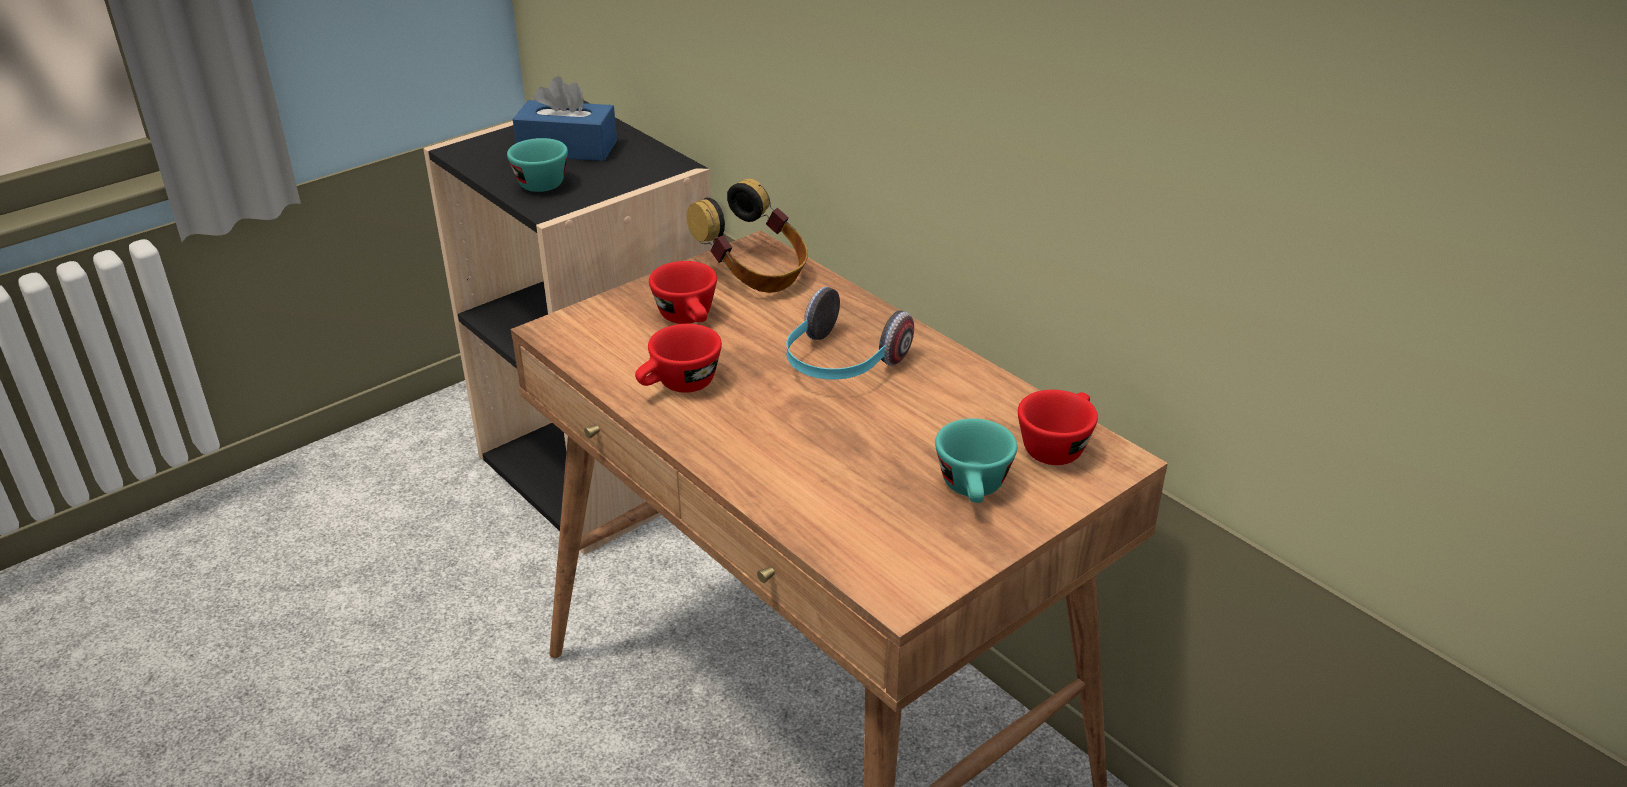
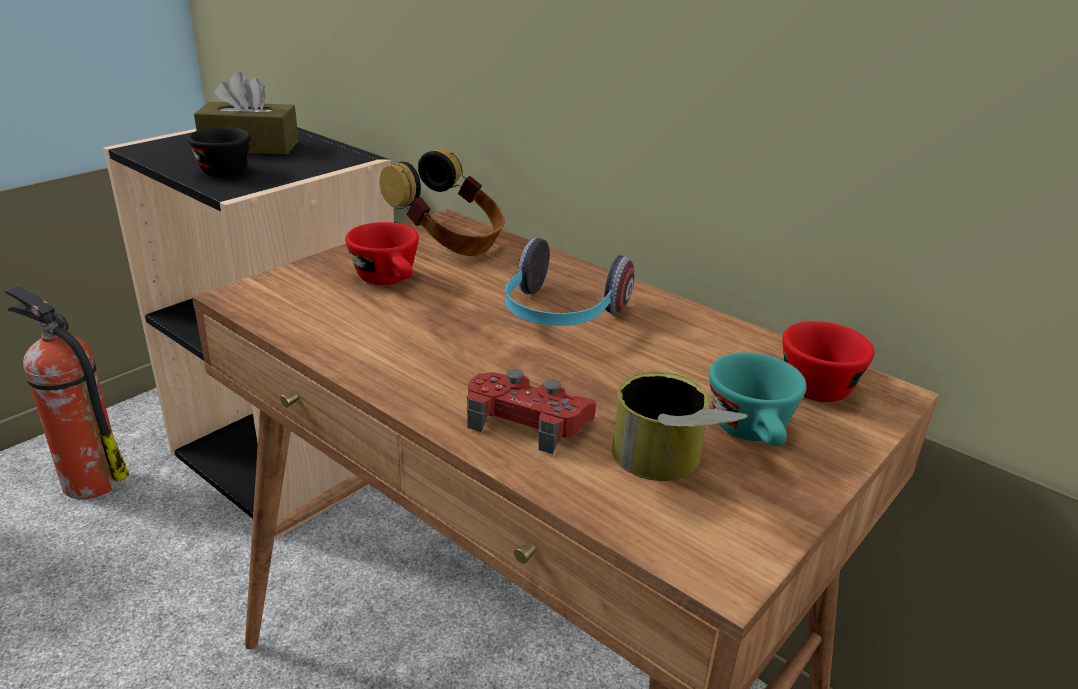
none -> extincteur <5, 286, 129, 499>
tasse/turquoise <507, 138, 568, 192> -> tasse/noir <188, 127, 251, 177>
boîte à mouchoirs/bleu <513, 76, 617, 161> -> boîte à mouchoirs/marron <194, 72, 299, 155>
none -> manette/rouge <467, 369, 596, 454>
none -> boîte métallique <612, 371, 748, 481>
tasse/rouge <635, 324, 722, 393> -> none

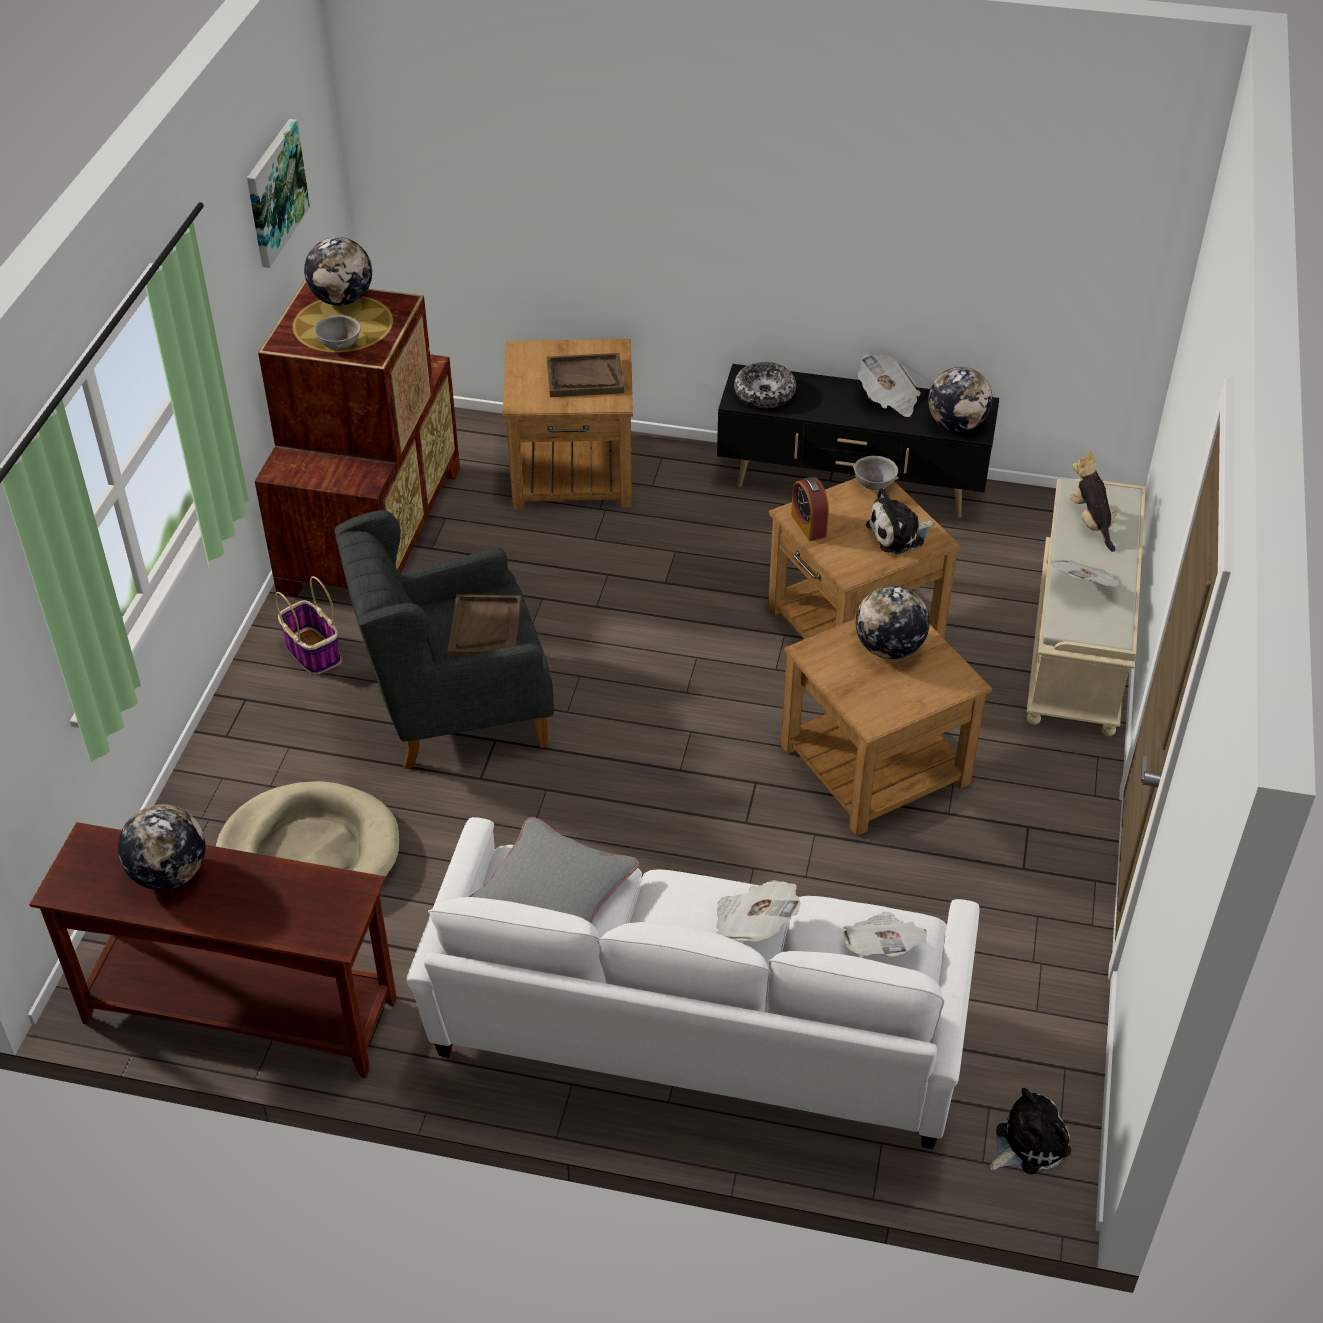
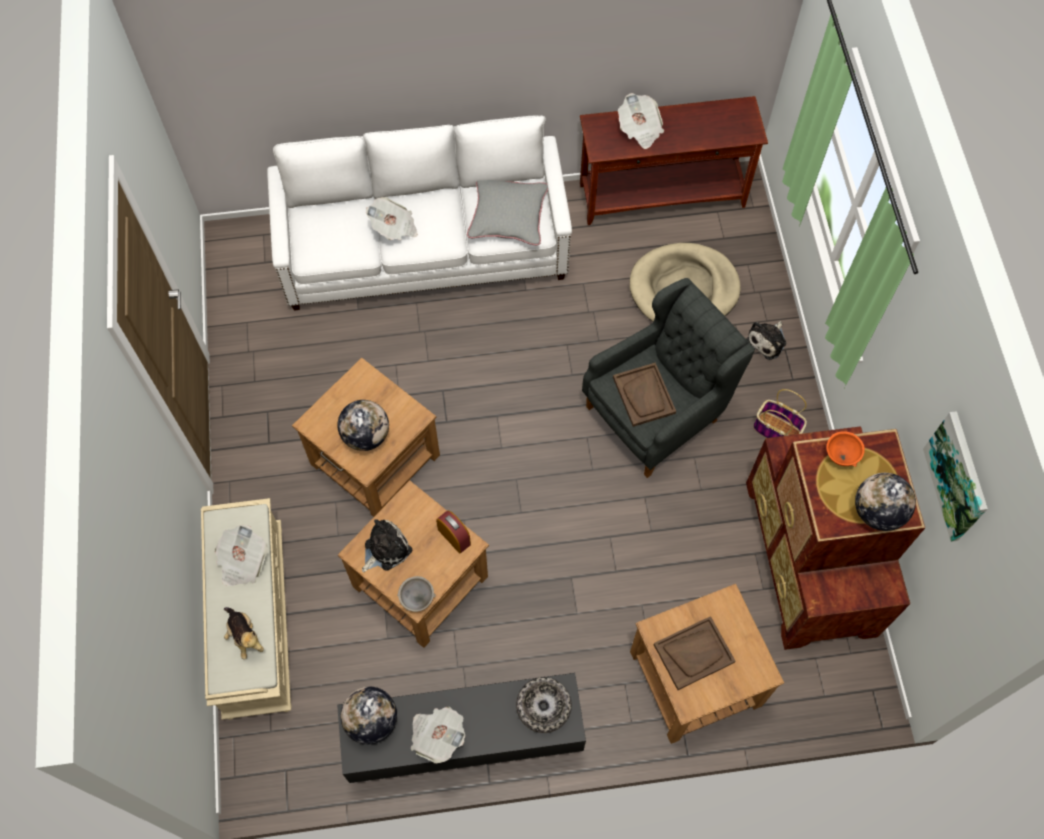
journal <843, 912, 927, 957> -> journal <618, 93, 664, 149>, move
peluche <990, 1088, 1071, 1174> -> peluche <746, 321, 786, 360>, move
bol/gris <314, 315, 361, 350> -> bol/orange <826, 431, 865, 467>
globe <118, 805, 206, 890> -> none

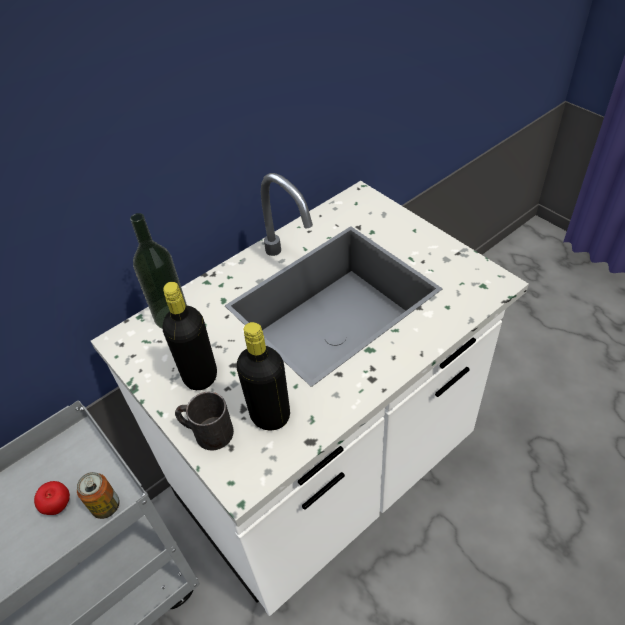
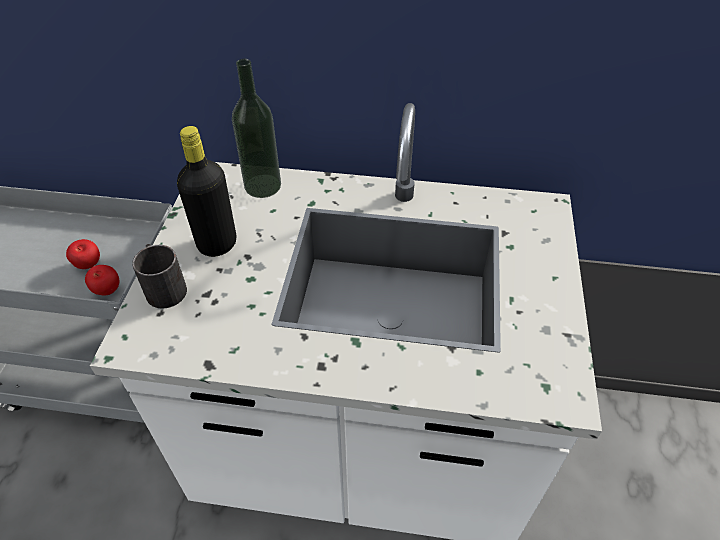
boîte métallique <77, 472, 120, 519> -> pomme <85, 265, 119, 296>
bouteille/noir <236, 322, 290, 430> -> none

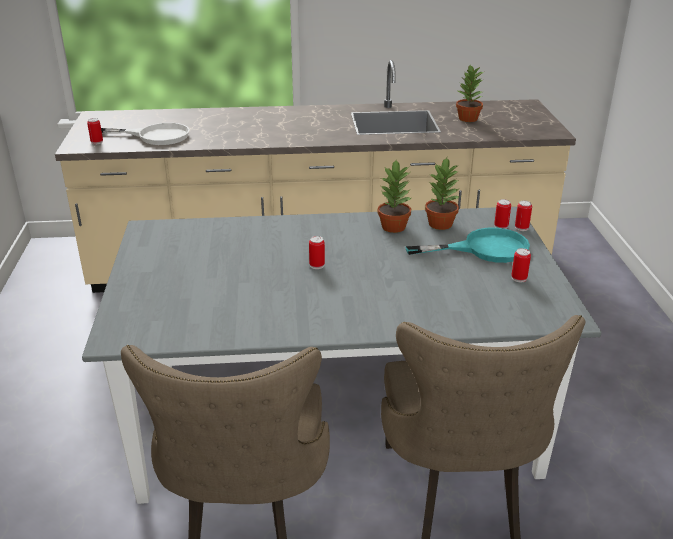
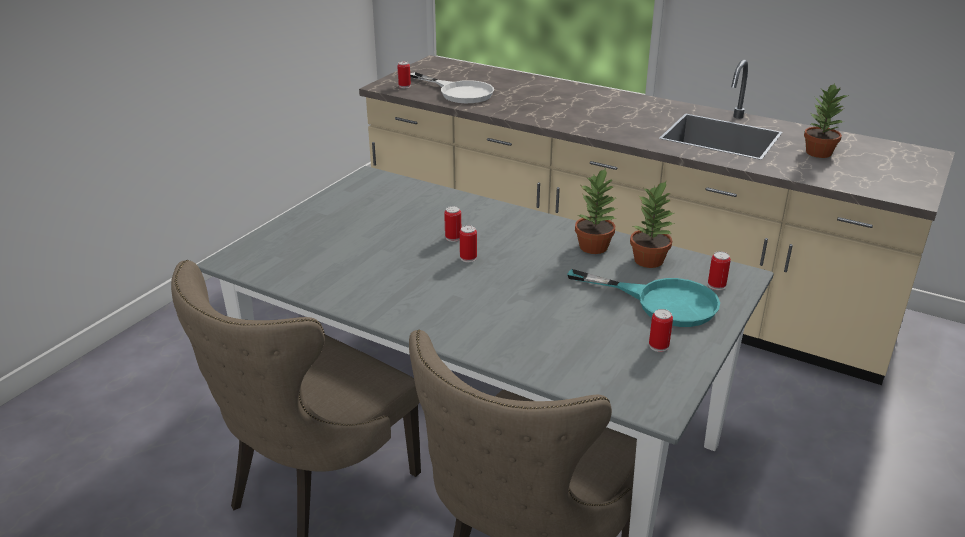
boîte métallique <515, 201, 532, 231> -> boîte métallique <444, 206, 461, 242>, move

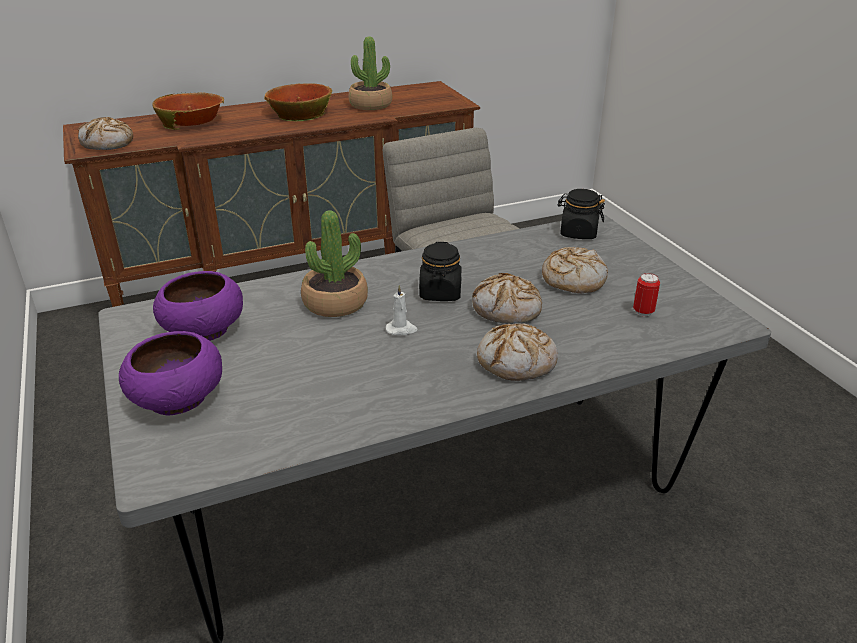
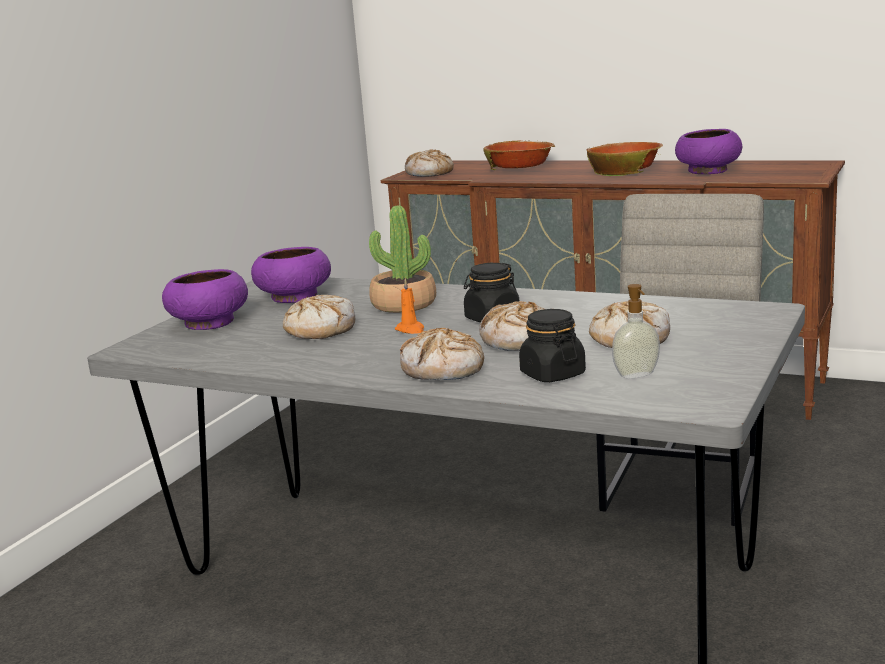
none -> pain <283, 295, 355, 339>
bougie/blanc <386, 285, 418, 335> -> bougie/orange <395, 278, 424, 334>
bocal/noir <558, 189, 605, 239> -> bocal/noir <519, 309, 586, 382>, move
boîte métallique <633, 273, 660, 317> -> distributeur de savon <612, 284, 660, 379>
plante en pot <349, 37, 392, 110> -> bol/violet <675, 129, 742, 174>

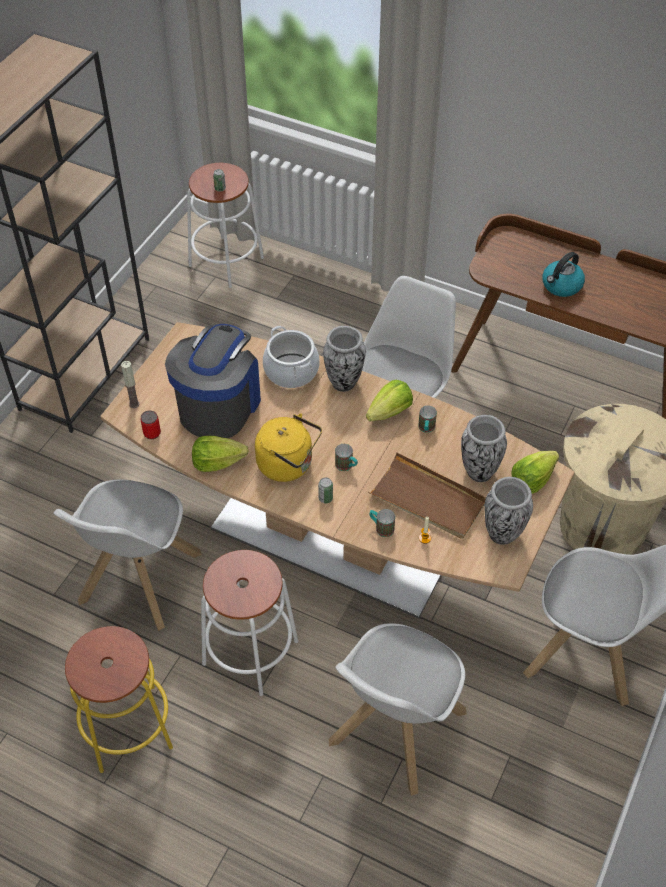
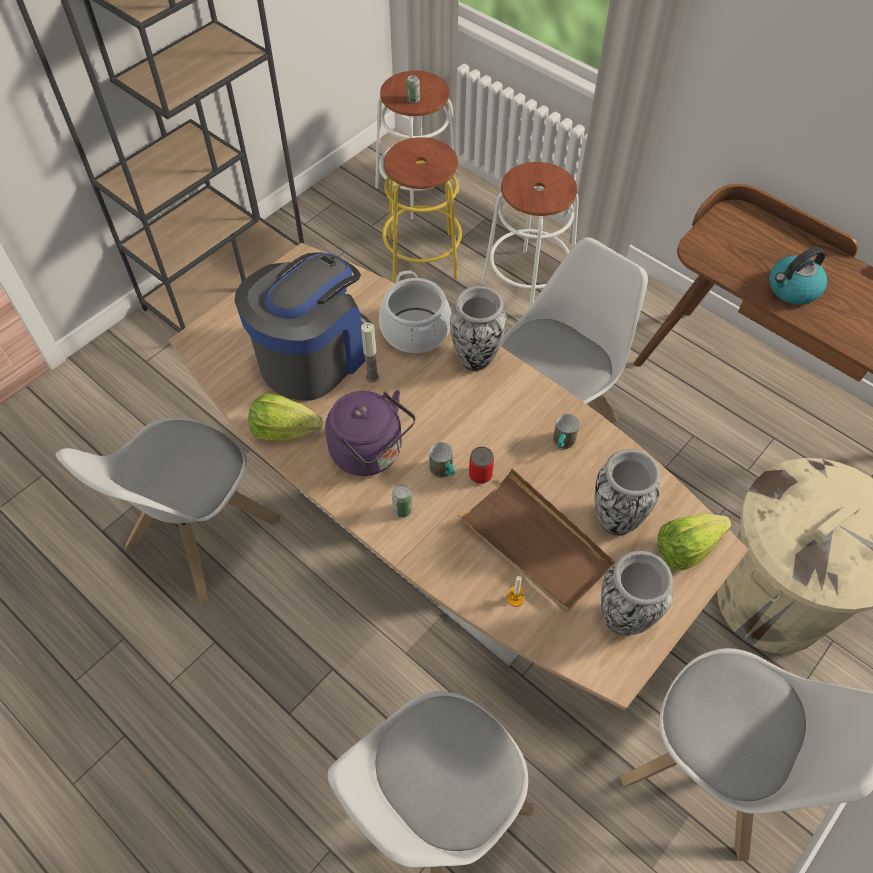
bouilloire/jaune <255, 413, 322, 482> -> bouilloire/violet <325, 390, 416, 476>
bougie <121, 361, 140, 408> -> bougie <361, 322, 379, 383>, move
tabouret/jaune <65, 626, 173, 773> -> tabouret/jaune <382, 137, 462, 283>, move
boîte métallique <141, 410, 161, 439> -> boîte métallique <469, 447, 494, 484>, move
tabouret/blanc <201, 550, 298, 696> -> tabouret/blanc <482, 162, 579, 308>, move
laitue <366, 380, 413, 421> -> none
mug <370, 509, 395, 537> -> none

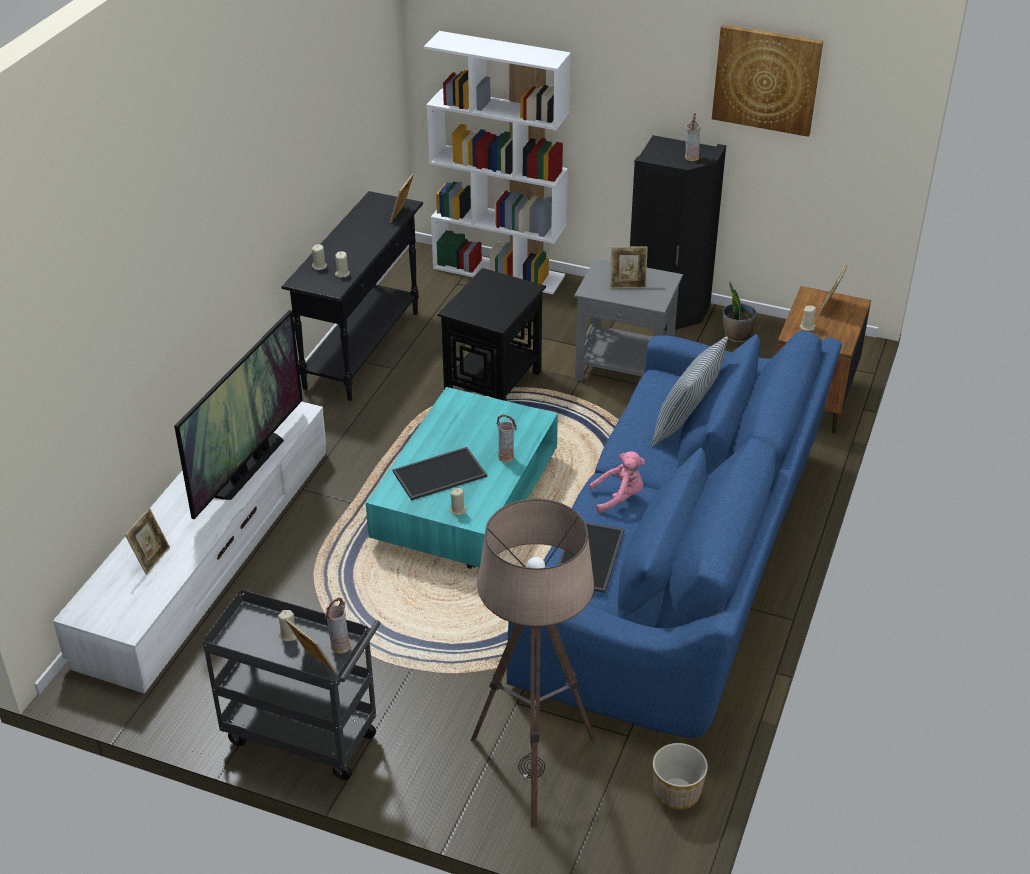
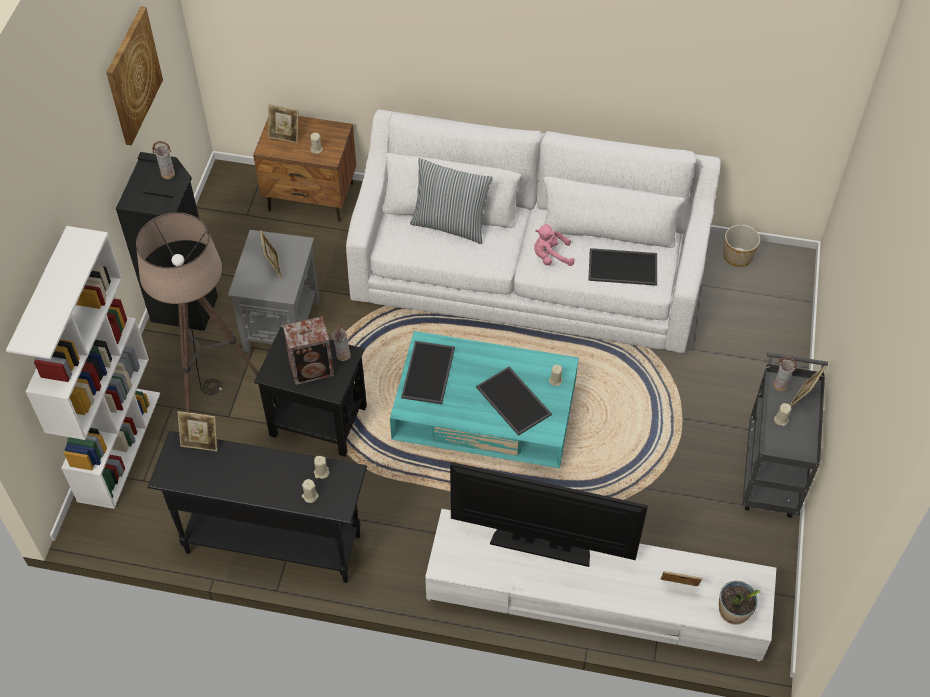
lampadaire <470, 499, 596, 828> -> lampadaire <136, 212, 259, 413>, move
none -> enceinte <283, 316, 334, 385>
vase <497, 414, 517, 463> -> vase <332, 324, 351, 361>, move
canapé/bleu <507, 330, 842, 738> -> canapé/blanc <346, 110, 721, 353>
none -> plateau <401, 341, 455, 404>
peluche/rose <589, 451, 645, 513> -> peluche/rose <534, 224, 574, 266>, 75 degrees counterclockwise
plante en pot <723, 282, 757, 343> -> plante en pot <719, 581, 761, 625>, move

